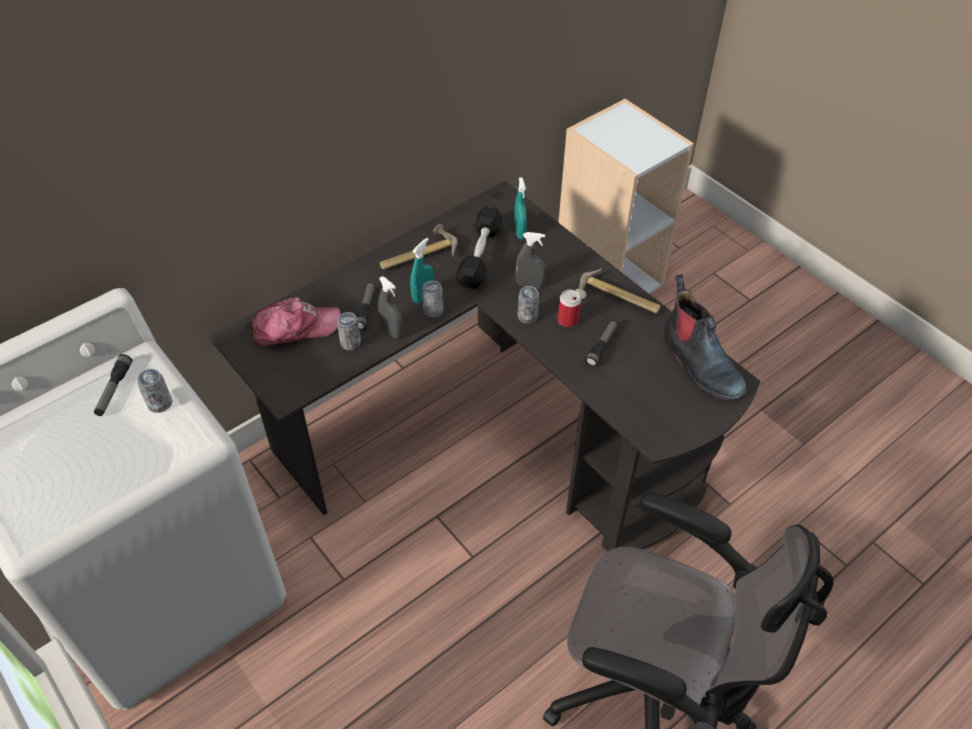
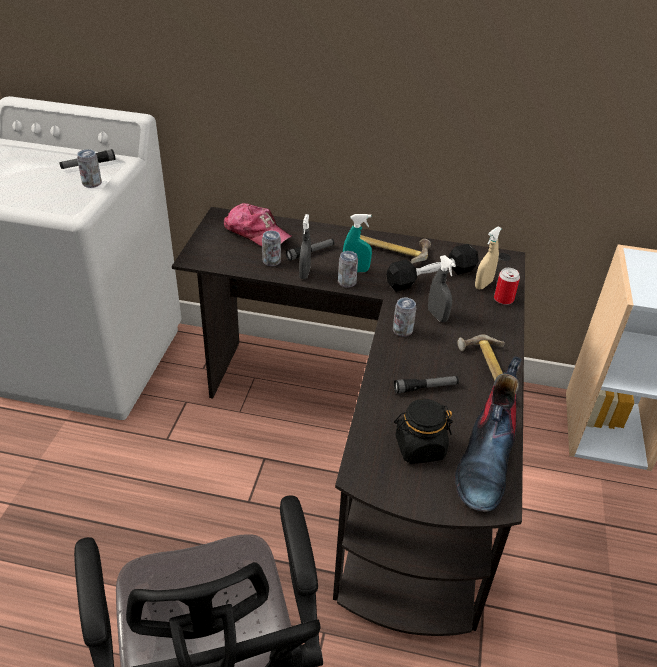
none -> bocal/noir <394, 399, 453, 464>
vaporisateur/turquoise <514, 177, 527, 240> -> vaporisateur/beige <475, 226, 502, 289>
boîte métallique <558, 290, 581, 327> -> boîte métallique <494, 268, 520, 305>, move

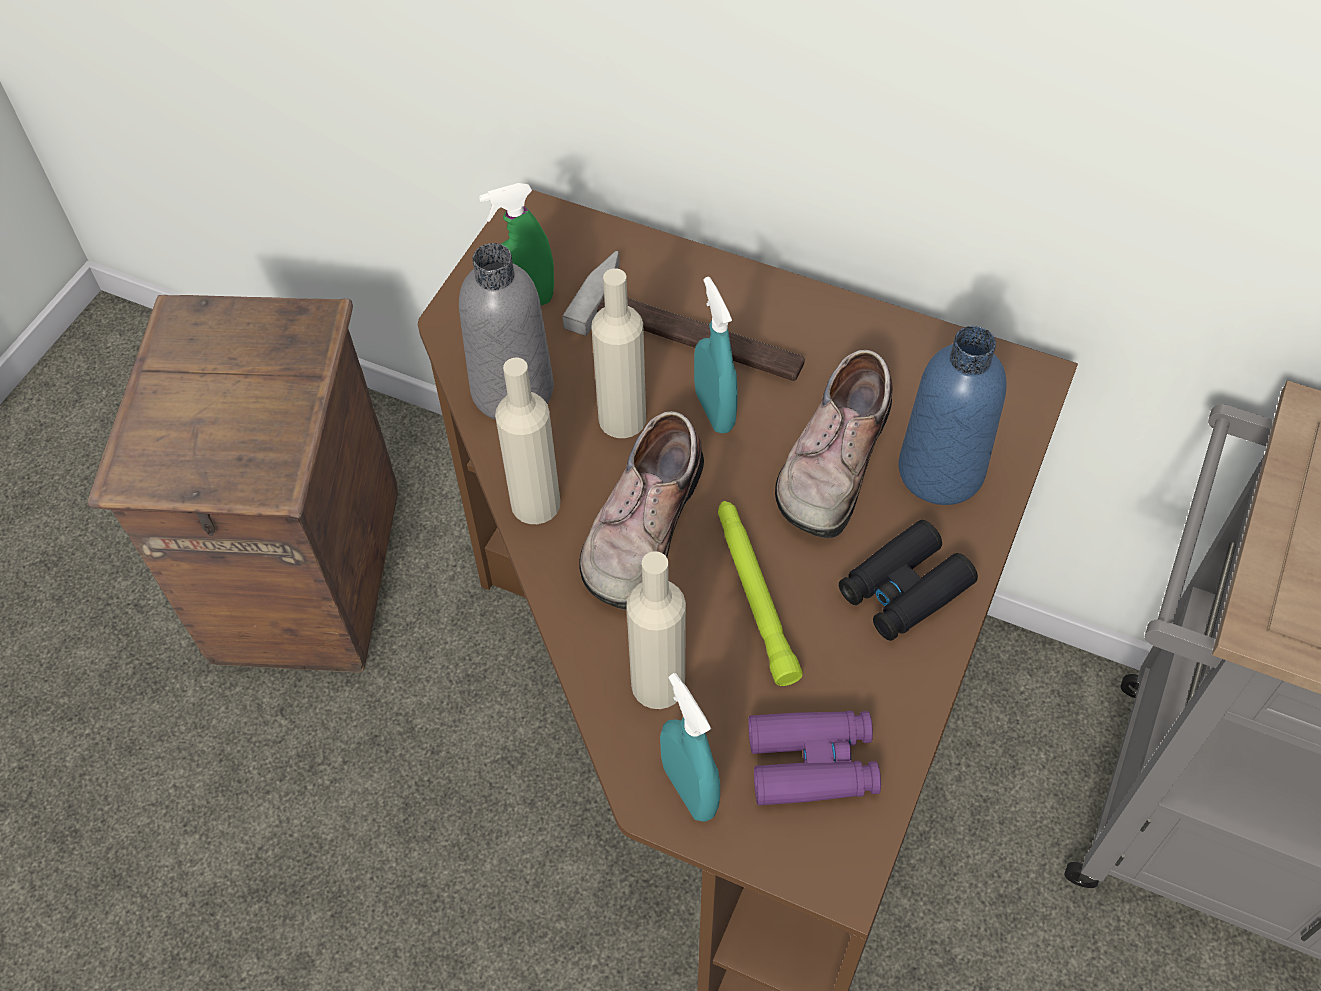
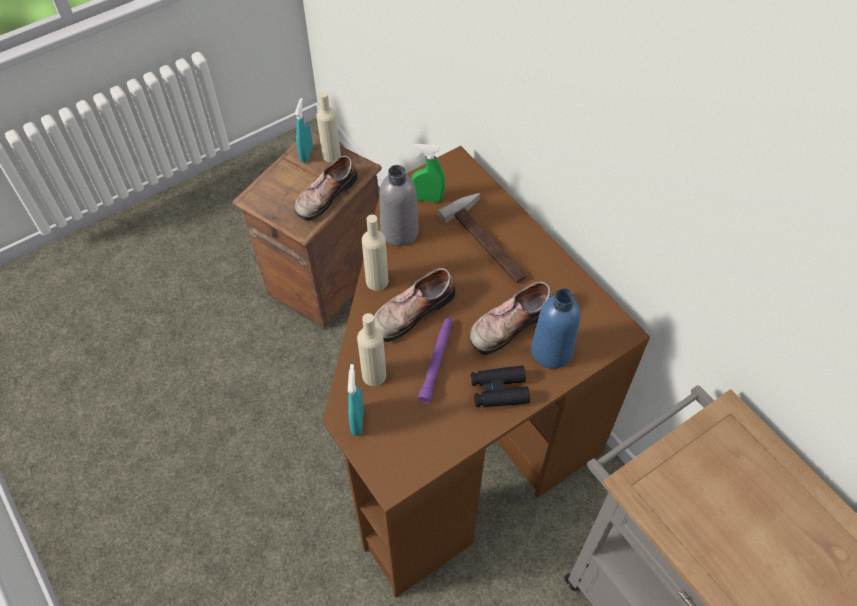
none -> chaussure <294, 156, 358, 221>
vaporisateur/turquoise <694, 277, 738, 433> -> vaporisateur/turquoise <295, 98, 313, 162>, move
bouteille/beige <591, 268, 646, 438> -> bouteille/beige <316, 92, 341, 162>, move
lampe de poche/vert <718, 501, 803, 686> -> lampe de poche/violet <418, 317, 452, 403>
jumelles/violet <748, 711, 881, 805> -> none

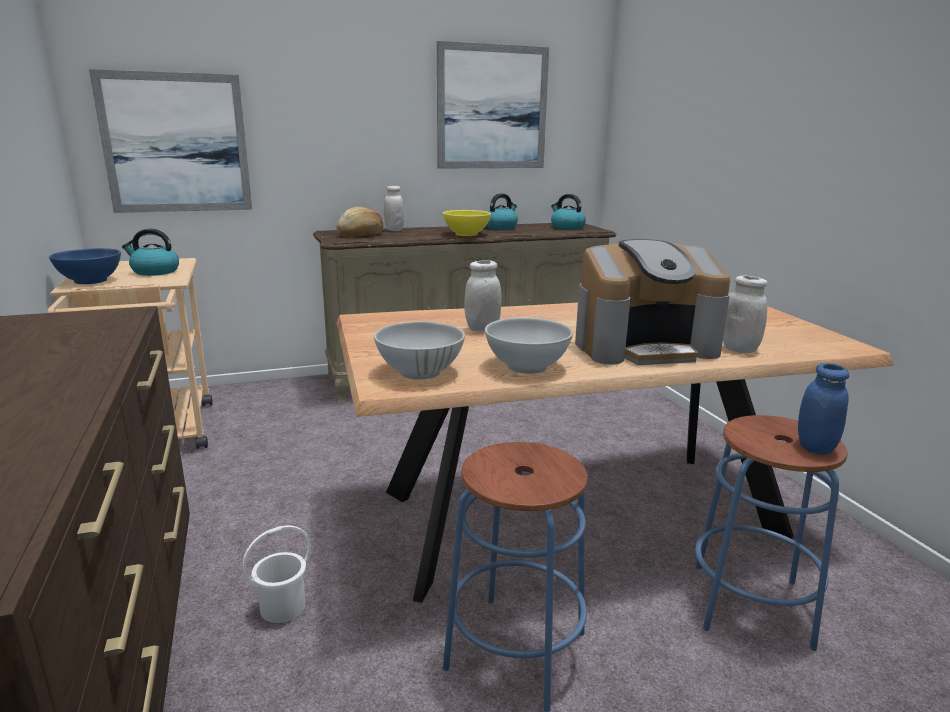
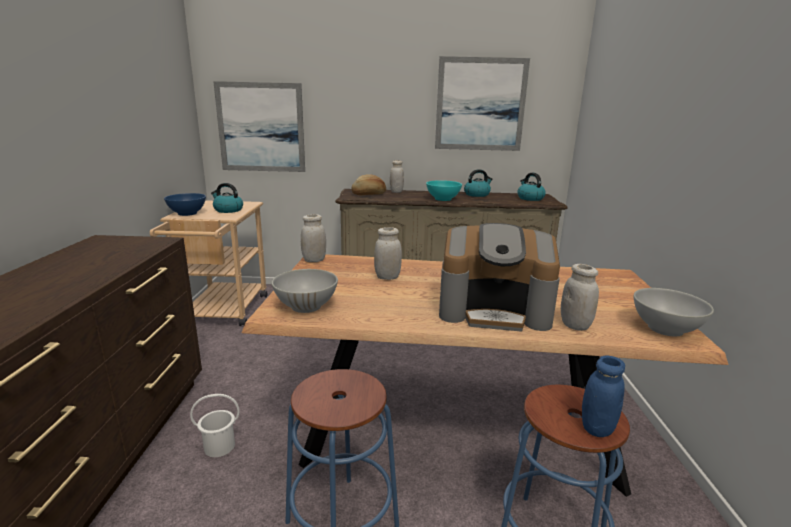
none -> bocal/blanc <301, 214, 326, 262>
bol/jaune <443, 210, 491, 236> -> bol/turquoise <426, 180, 462, 201>
bol/blanc <485, 317, 573, 374> -> bol/blanc <634, 288, 714, 337>, move

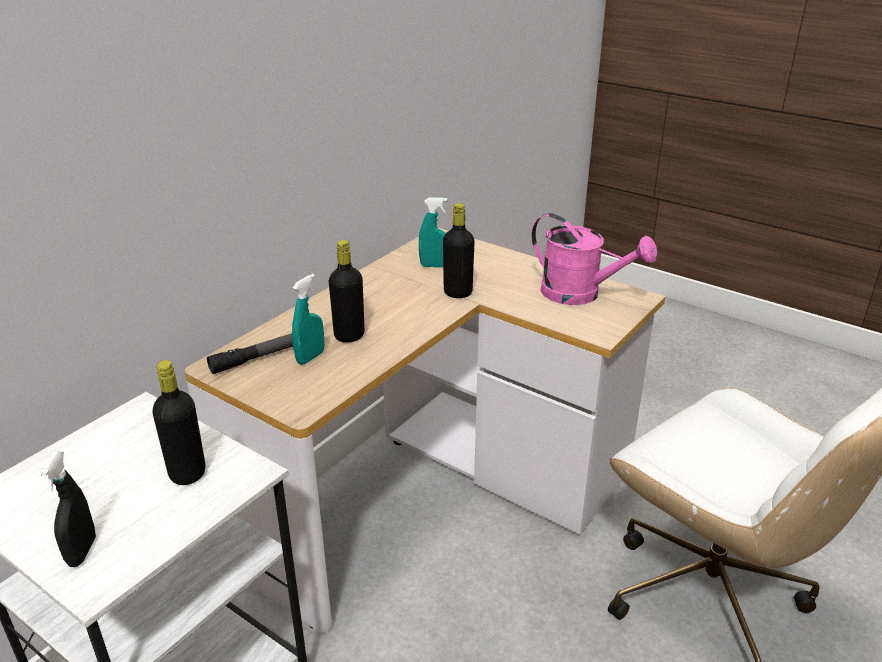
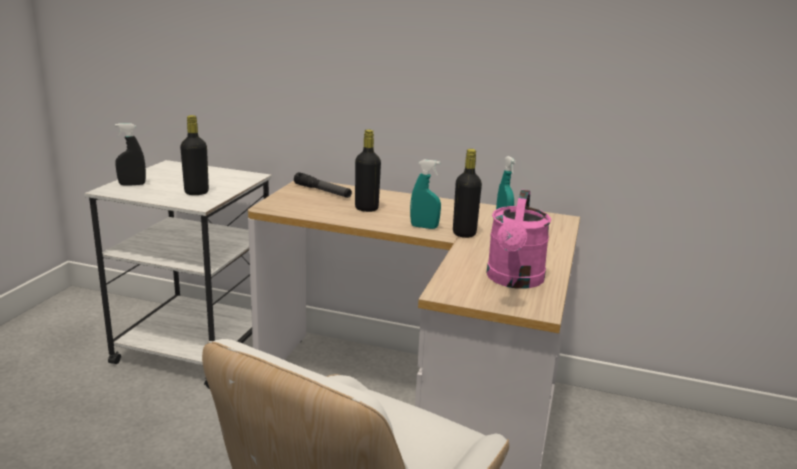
vaporisateur/turquoise <292, 274, 324, 365> -> vaporisateur/turquoise <410, 159, 441, 229>, move

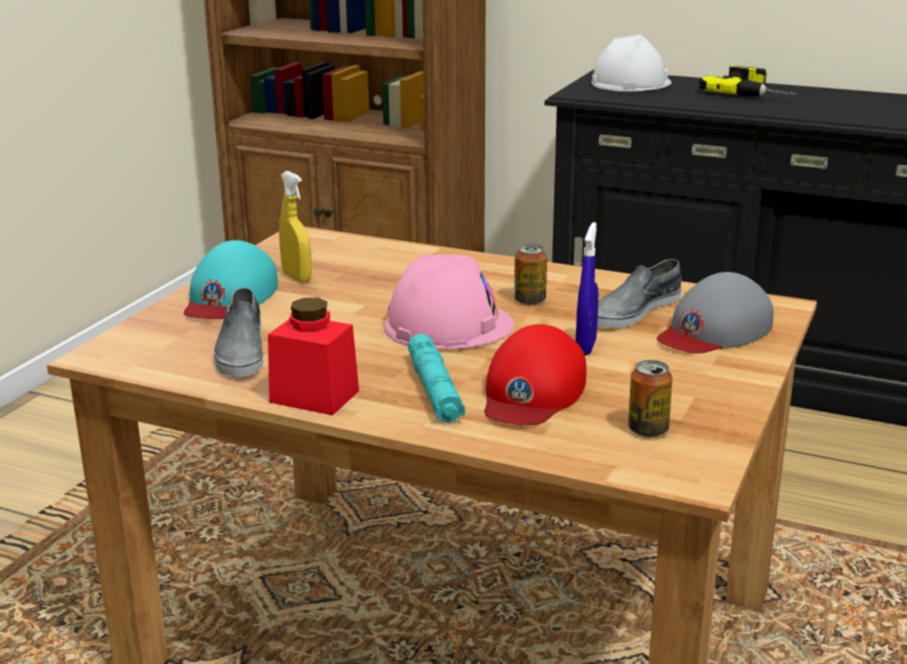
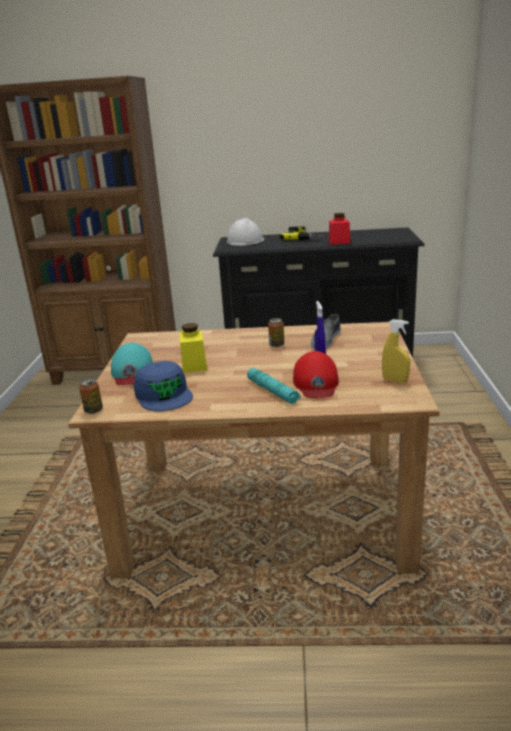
boîte métallique <628, 360, 672, 437> -> boîte métallique <79, 378, 103, 414>, move
chaussure/gris <214, 288, 263, 377> -> casquette/bleu <134, 361, 193, 411>
none -> bocal/jaune <179, 323, 207, 373>
bocal/rouge <268, 298, 359, 415> -> bocal/rouge <329, 213, 350, 245>, move
vaporisateur/jaune <279, 171, 312, 283> -> vaporisateur/jaune <382, 319, 410, 383>, move
casque de chantier/rose <384, 255, 515, 349> -> none
casquette/gris <657, 272, 774, 353> -> none

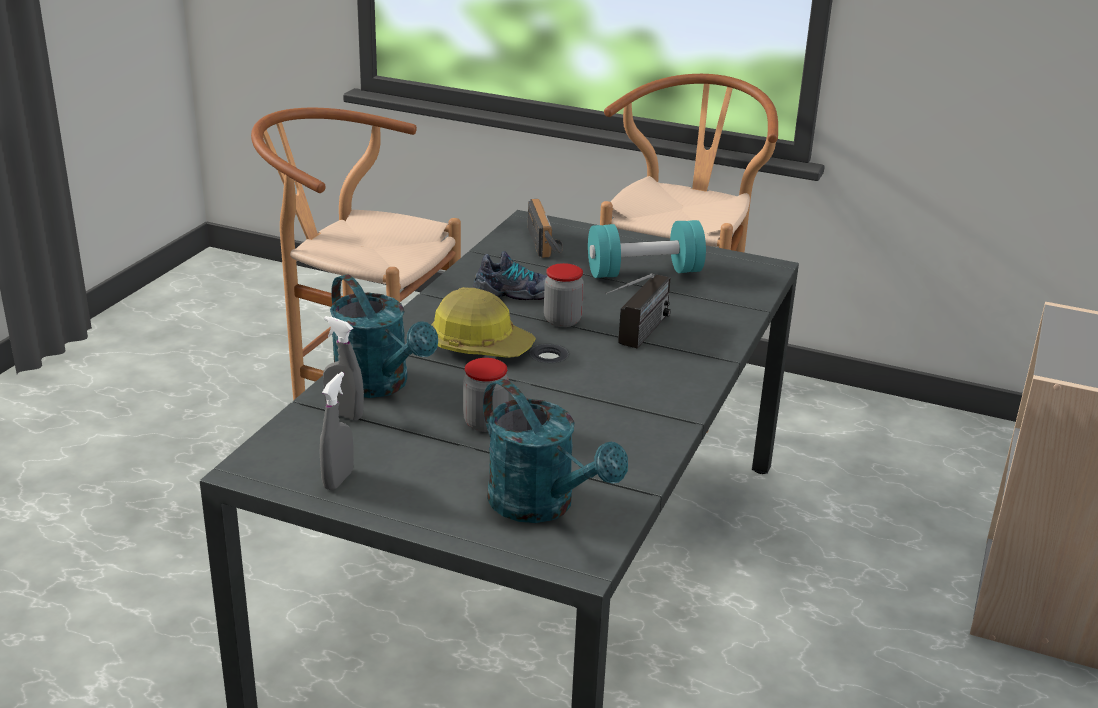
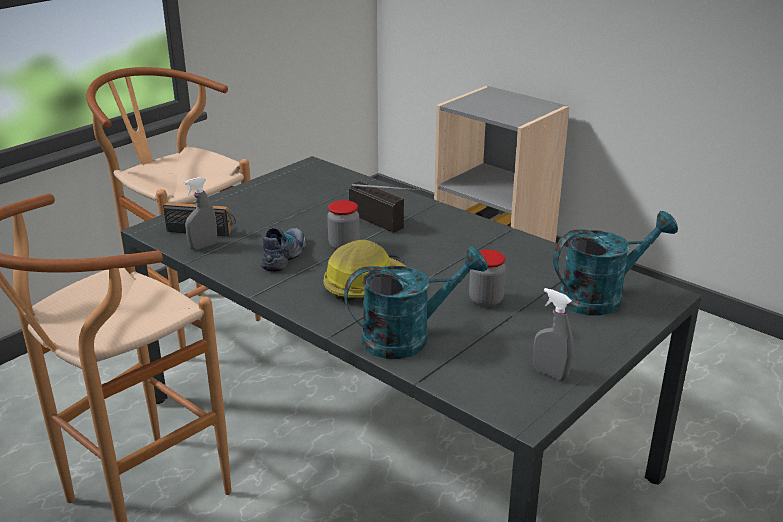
vaporisateur/gris <323, 316, 364, 420> -> vaporisateur/gris <184, 177, 217, 250>, move
haltère/turquoise <588, 220, 706, 278> -> none

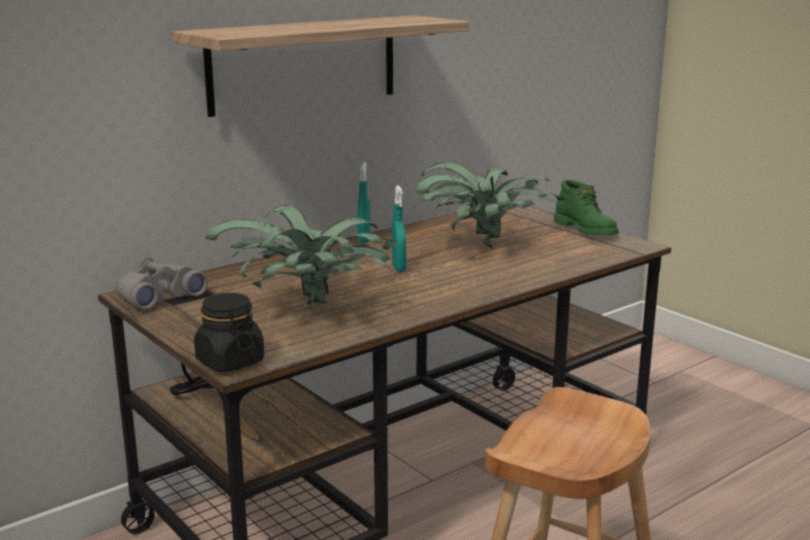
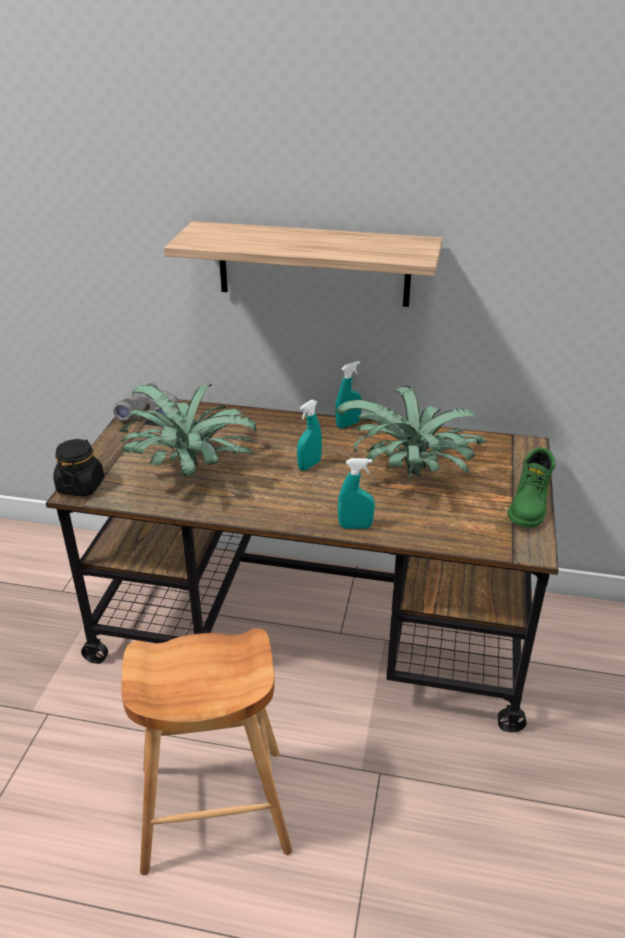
none -> vaporisateur/turquoise <338, 458, 375, 529>

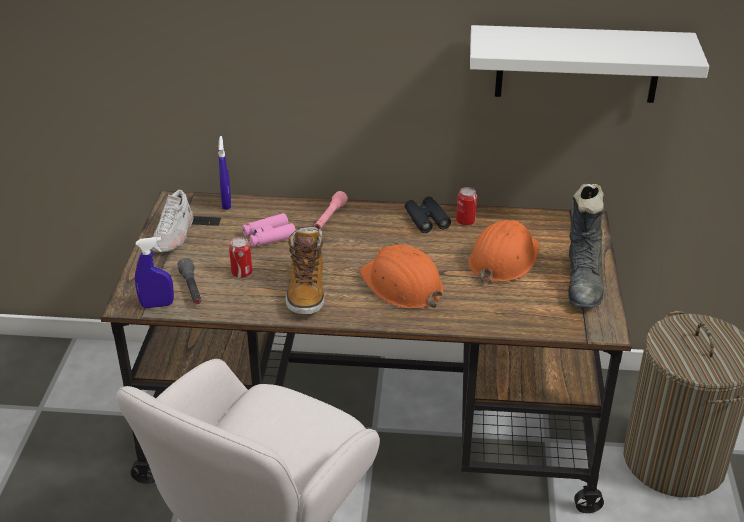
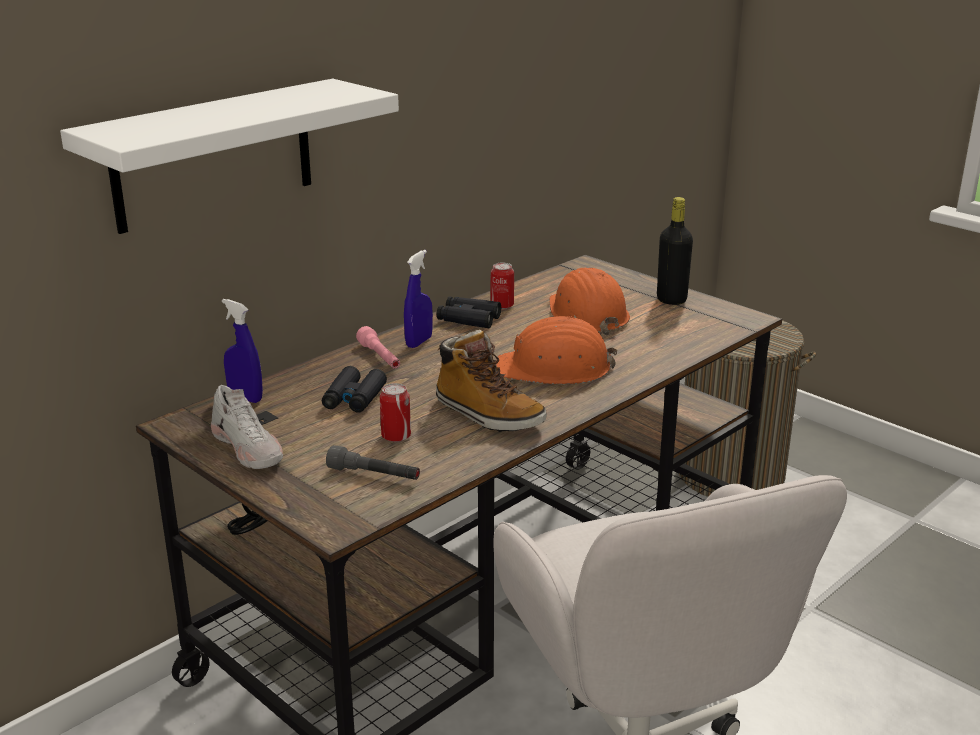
étagère/blanc <470, 25, 709, 103> -> étagère/blanc <60, 79, 399, 234>, move
jumelles/rose <242, 213, 296, 247> -> jumelles/noir <322, 366, 387, 413>
vaporisateur/bleu <135, 237, 174, 308> -> vaporisateur/bleu <404, 250, 433, 348>, move
botte/noir <568, 184, 605, 308> -> bouteille/noir <657, 197, 693, 305>

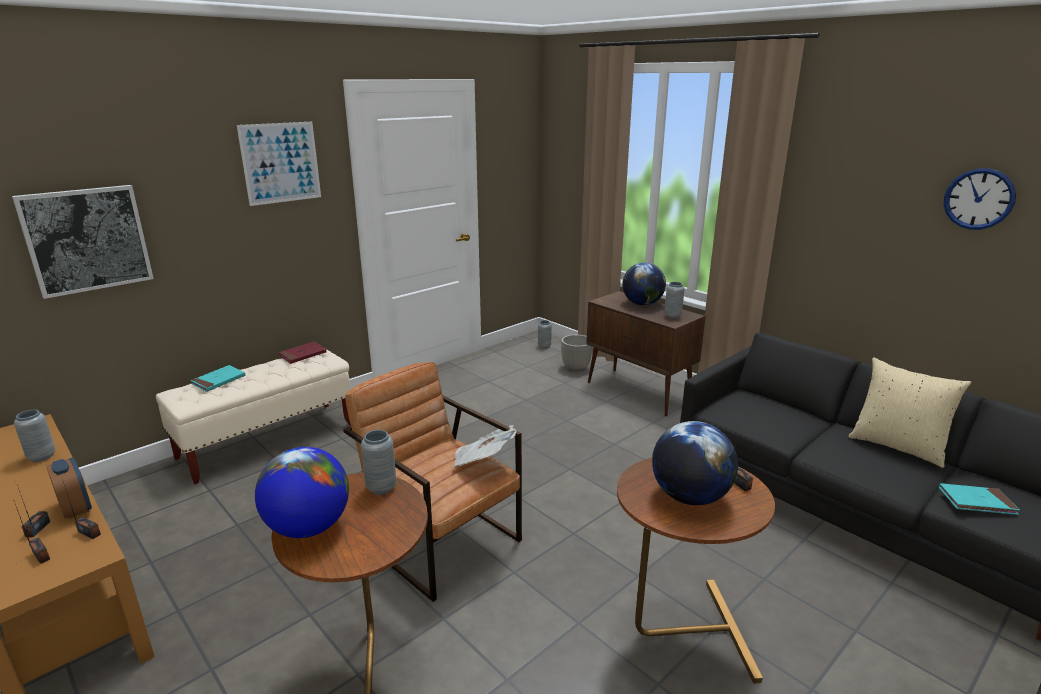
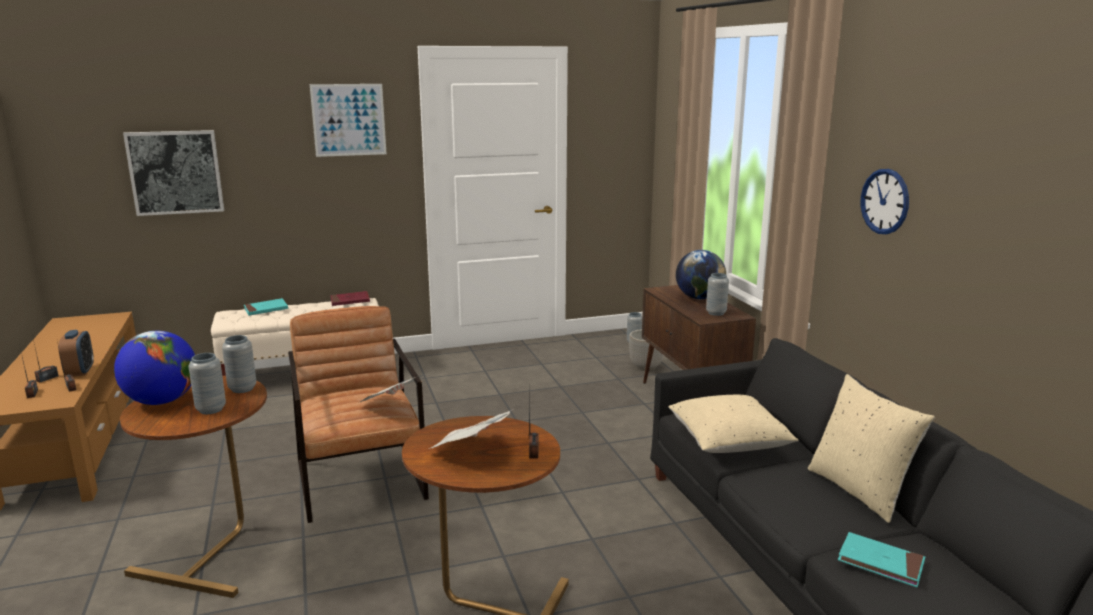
vase/gris <14, 410, 55, 462> -> vase/gris <189, 353, 226, 414>, move
globe <652, 421, 738, 505> -> journal <429, 409, 514, 449>
none -> coussin/beige <669, 395, 799, 453>
horloge murale <944, 168, 1016, 230> -> horloge murale <861, 169, 909, 234>, move

